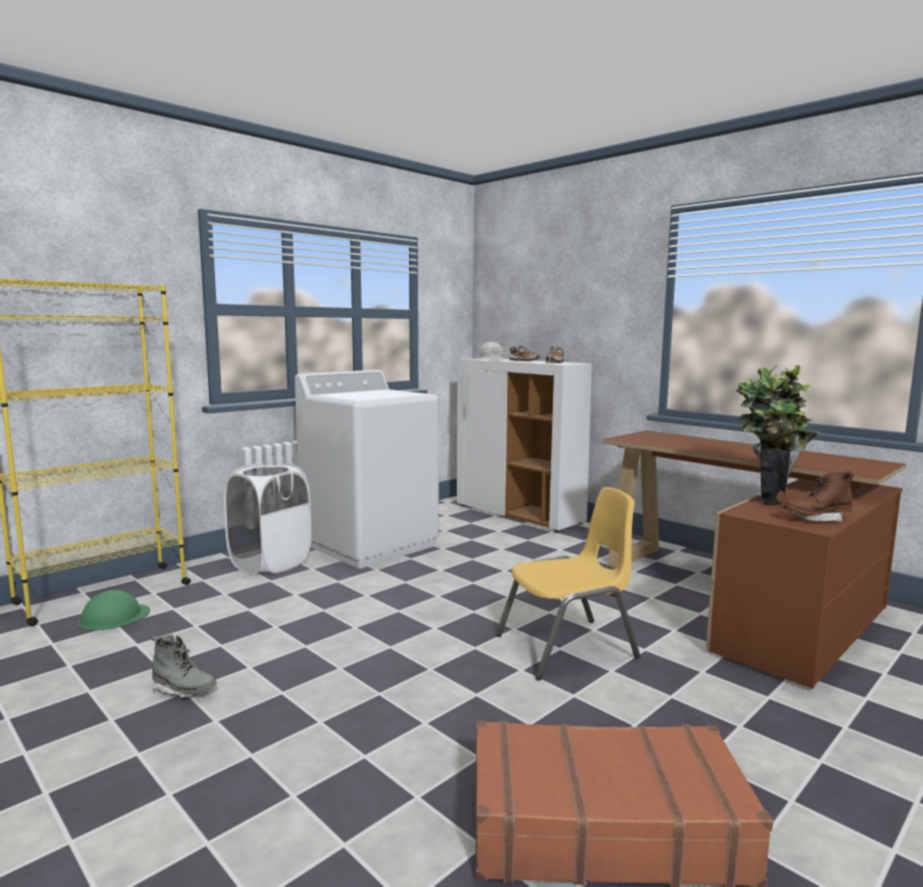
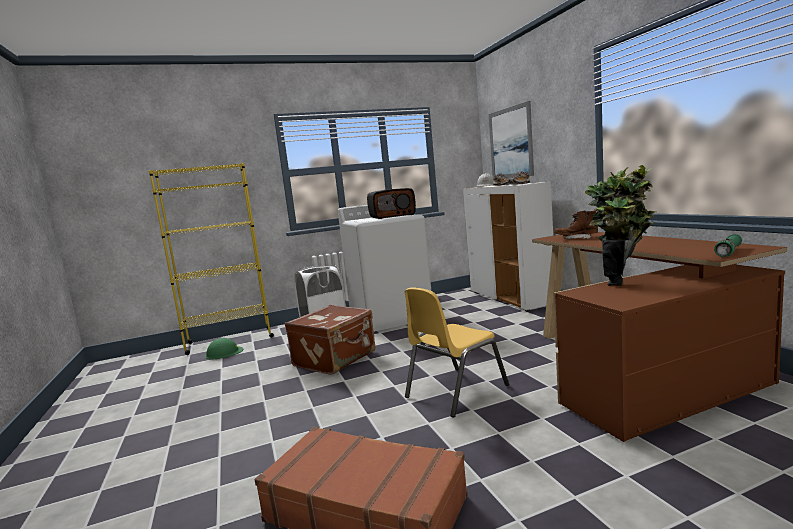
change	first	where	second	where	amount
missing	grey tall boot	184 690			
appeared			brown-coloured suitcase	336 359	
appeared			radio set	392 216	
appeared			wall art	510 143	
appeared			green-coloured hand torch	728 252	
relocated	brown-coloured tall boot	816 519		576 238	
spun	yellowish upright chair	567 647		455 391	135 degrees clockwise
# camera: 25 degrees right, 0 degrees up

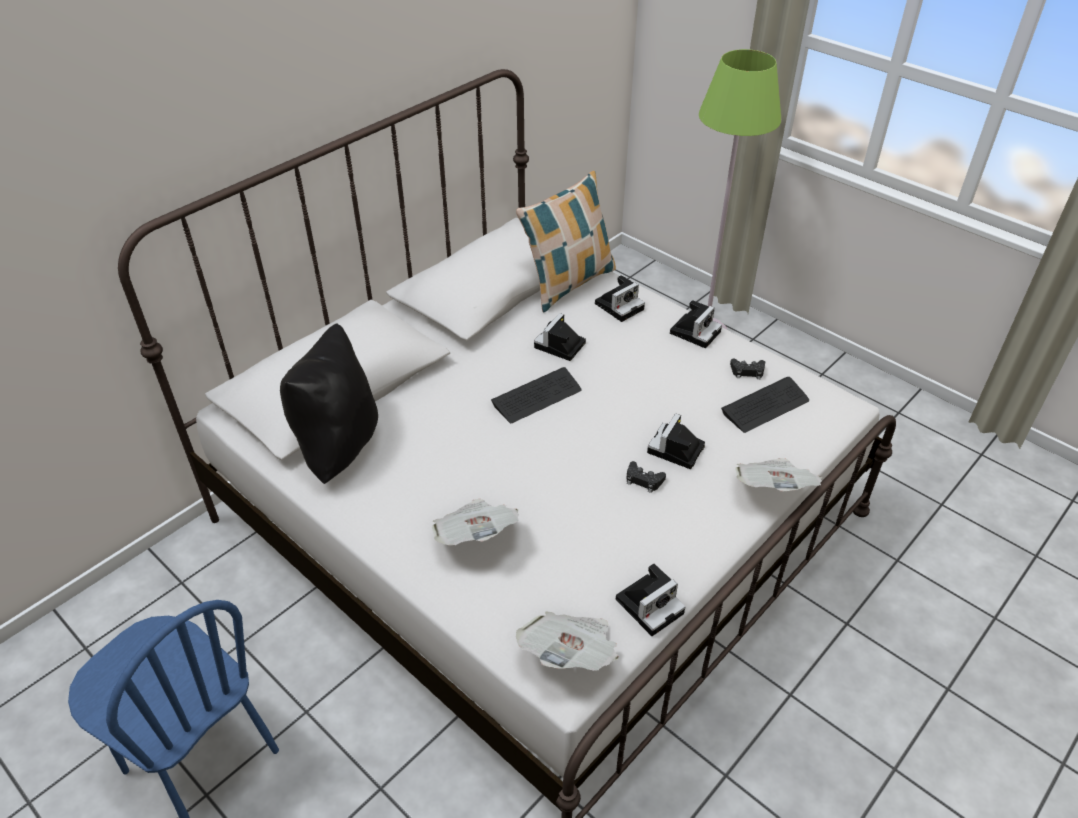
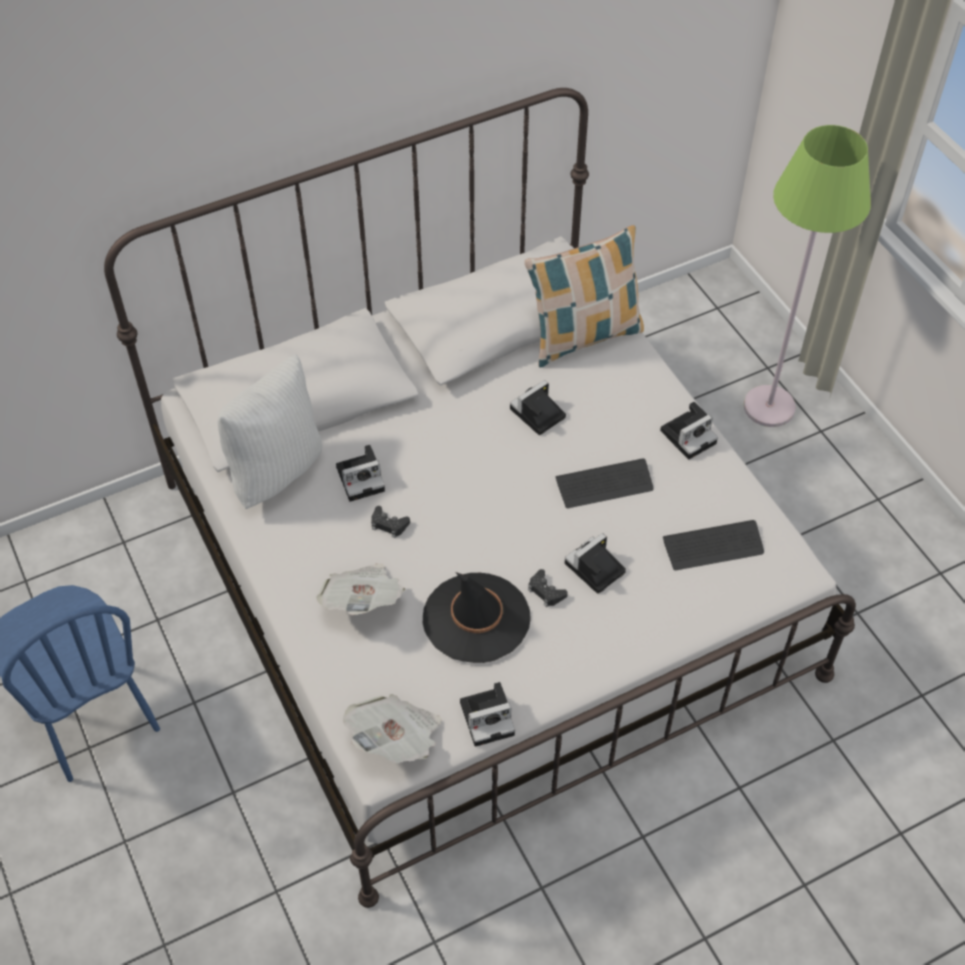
change	first	where	second	where	amount
missing	printed paper	773 489			
appeared			black hat	476 618	
relocated	keyboard	537 397		604 485	
relocated	still camera	620 305		362 477	
relocated	black joypad	747 371		389 524	
colour	black pillow	338 447	white-coloured pillow	276 469	
# camera: 20 degrees right, 10 degrees up

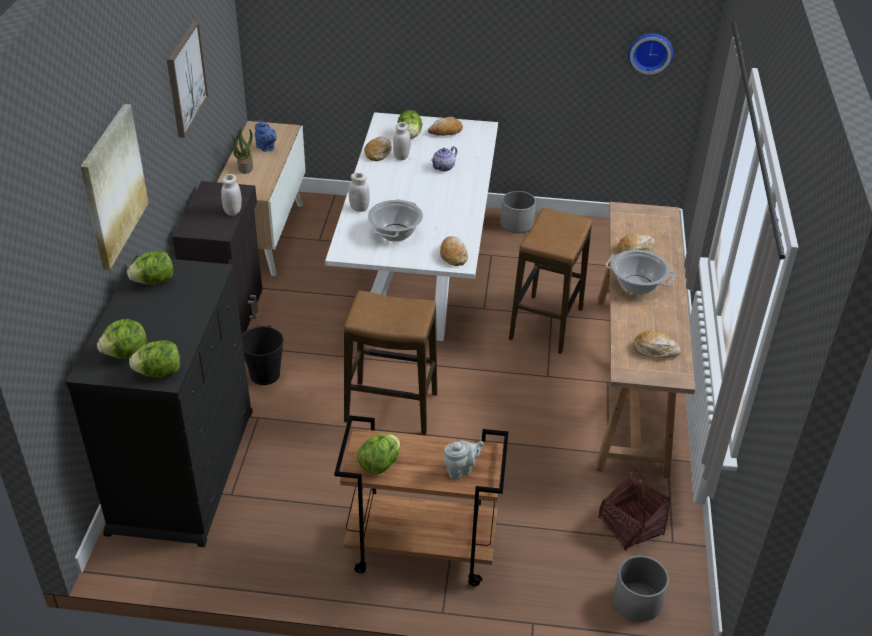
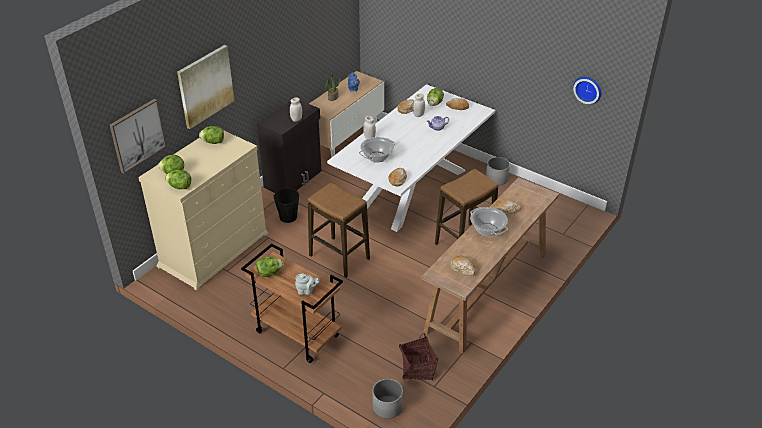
change	first	where	second	where	amount
relocated	wall art	185 78		137 135	
colour	black drawer chest	183 469	beige-coloured drawer chest	214 249	
# camera: 30 degrees right, 0 degrees up

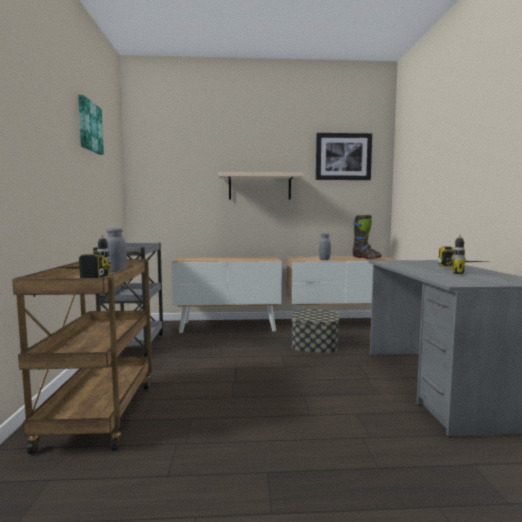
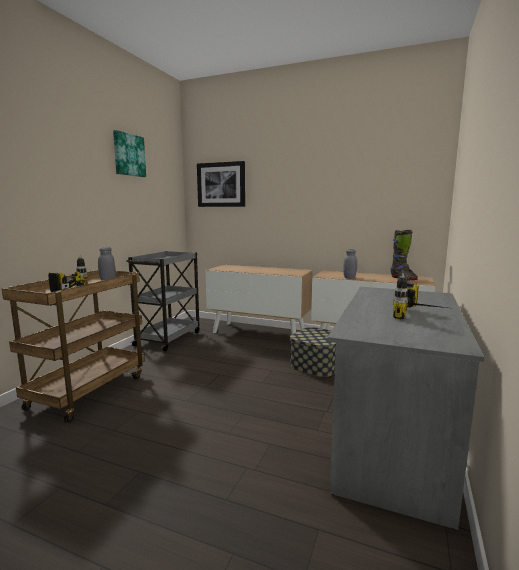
change	first	where	second	where	amount
missing	beige-coloured wall shelf	259 187			
relocated	wall art	343 157		221 184	
# camera: 25 degrees right, 5 degrees up

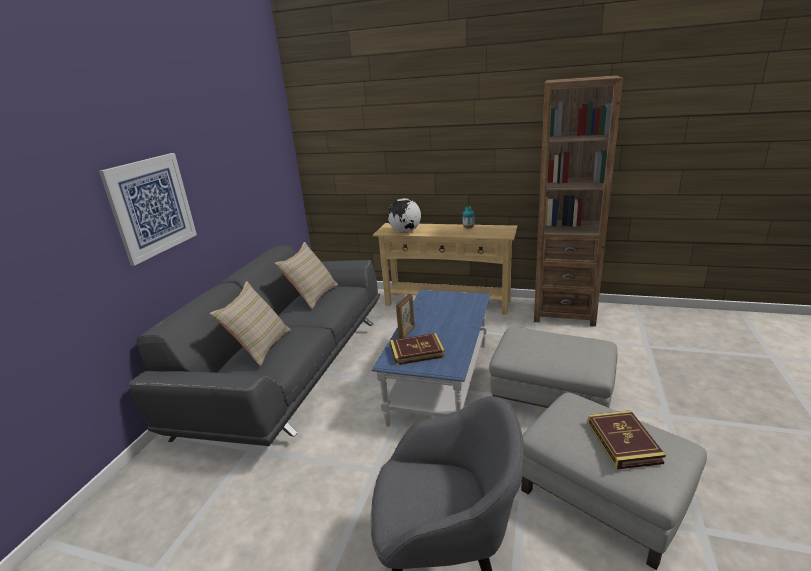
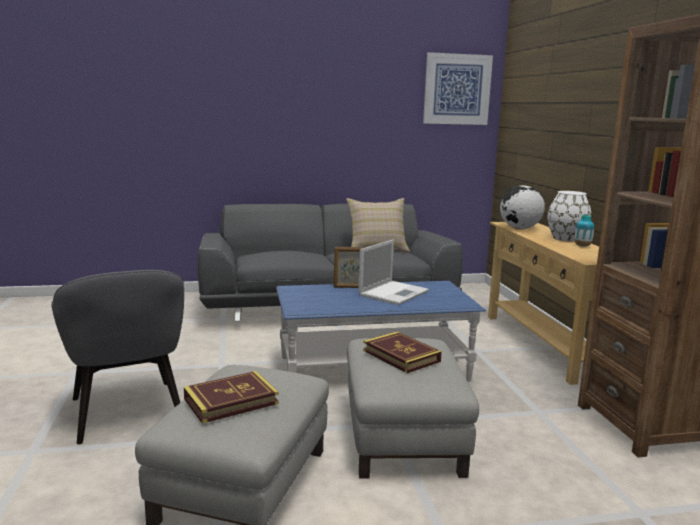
change	first	where	second	where	amount
missing	beige-coloured pillow	259 346			
appeared			portable computer	394 293	
appeared			white-coloured flower vase	566 238	
relocated	wall art	151 206		457 89	
relocated	book	417 352		401 356	
# camera: 60 degrees right, 10 degrees down

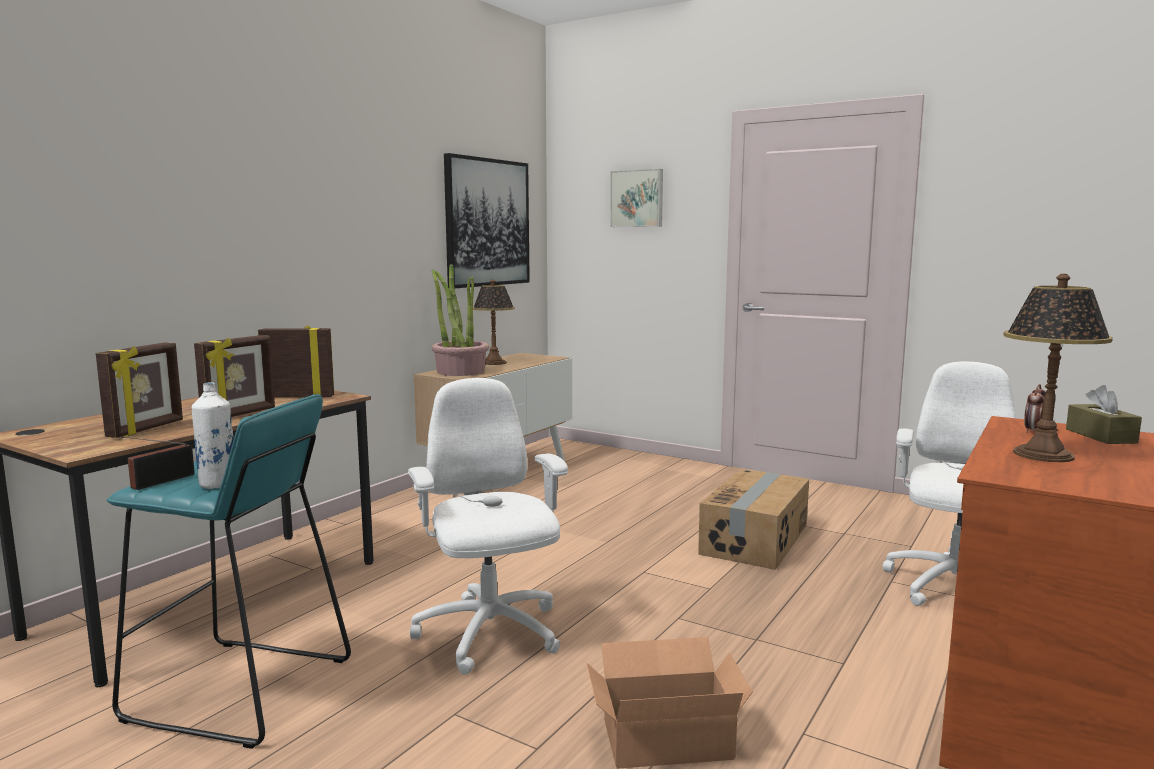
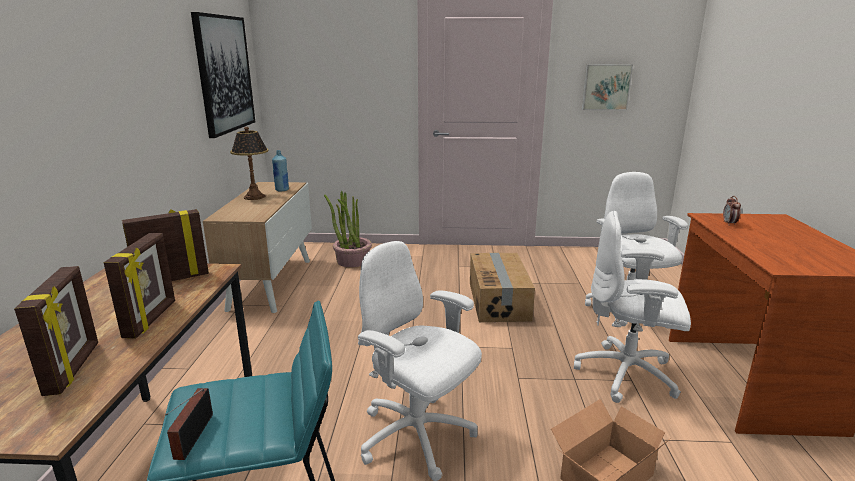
change	first	where	second	where	amount
missing	white-coloured drink bottle	218 484			
missing	lamp for a table	1044 455			
missing	brown-coloured box of tissues	1100 436			
appeared			blue-coloured drink bottle	282 190	
appeared			white-coloured office chair	627 375	
relocated	houseplant	460 371		352 260	
relocated	wall art	637 198		606 87	
# camera: 30 degrees left, 10 degrees up

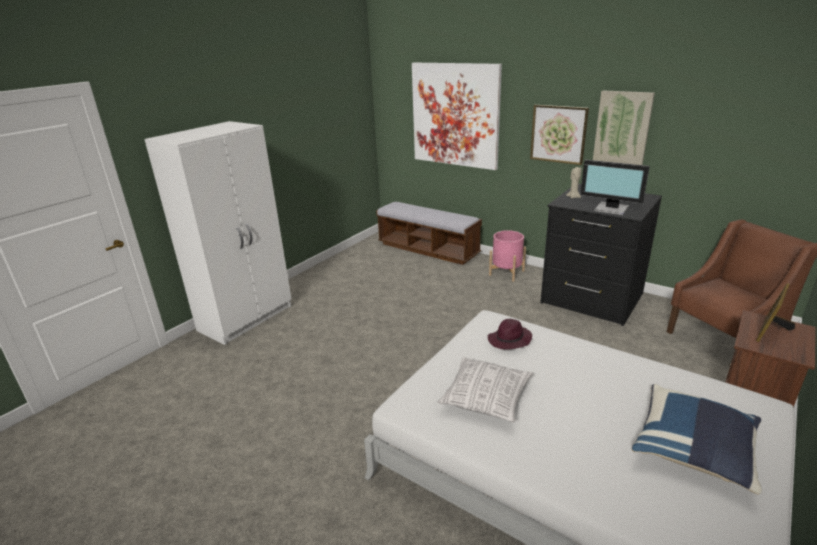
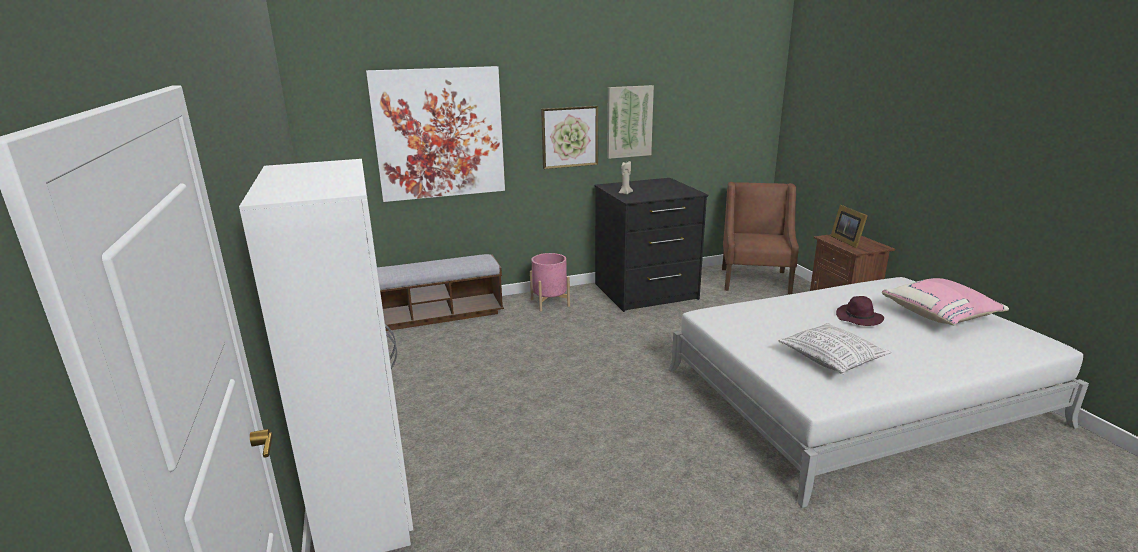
change	first	where	second	where	amount
missing	computer screen	611 209			
relocated	purplish hat	509 340		859 318	
colour	blue-coloured pillow	694 451	pink pillow	940 316	
# camera: 55 degrees left, 5 degrees down

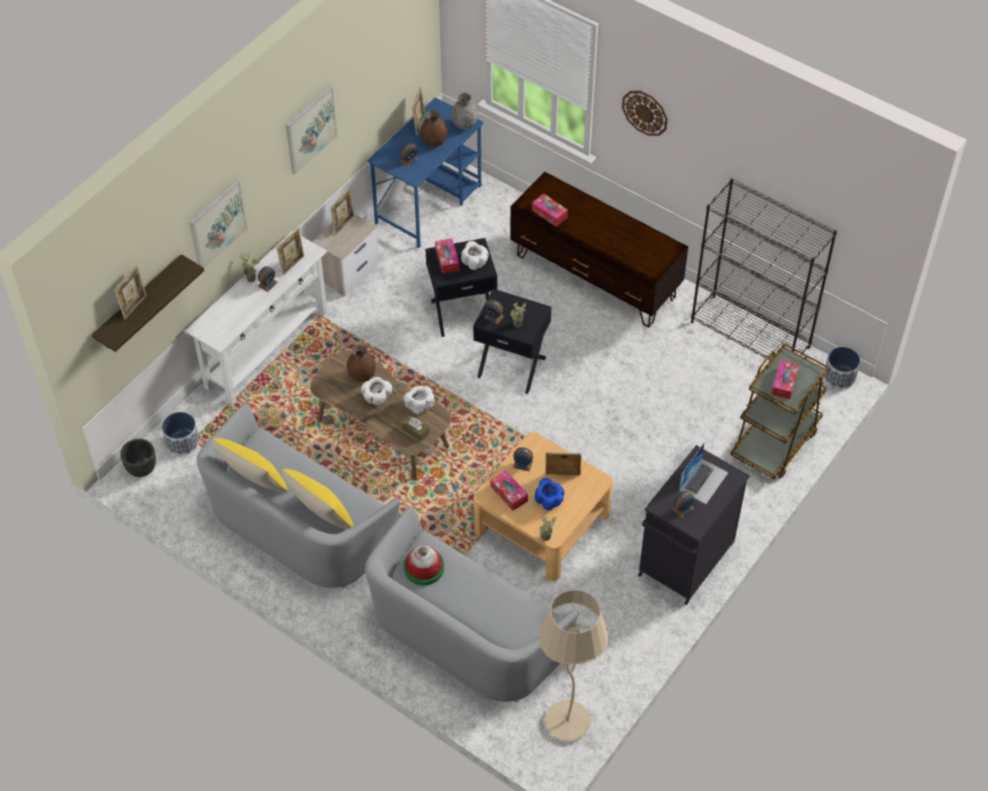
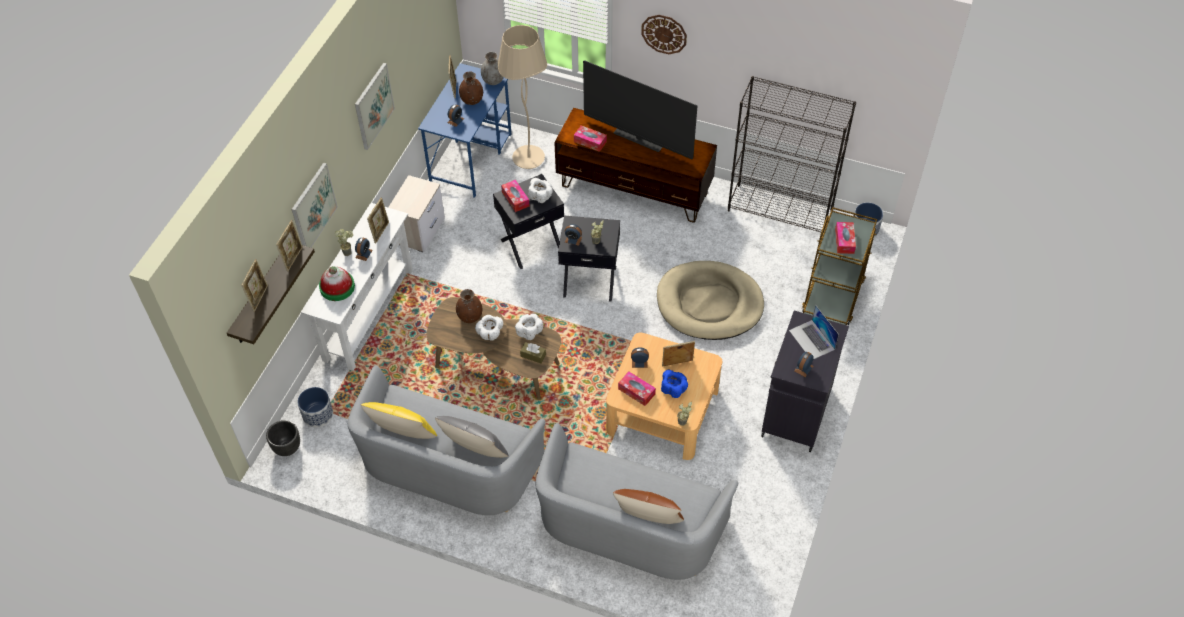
change	first	where	second	where	amount
appeared			television	638 140	
appeared			brown-coloured pillow	648 520	
appeared			beige-coloured dog cushion	709 303	
relocated	standing frame	343 224		293 258	
relocated	hat	424 568		337 287	
relocated	beige-coloured standard lamp	567 722		528 159	
colour	yellowish pillow	321 516	grey pillow	475 451	
spun	portable computer	703 481		812 340	135 degrees clockwise
# camera: 15 degrees left, 0 degrees up

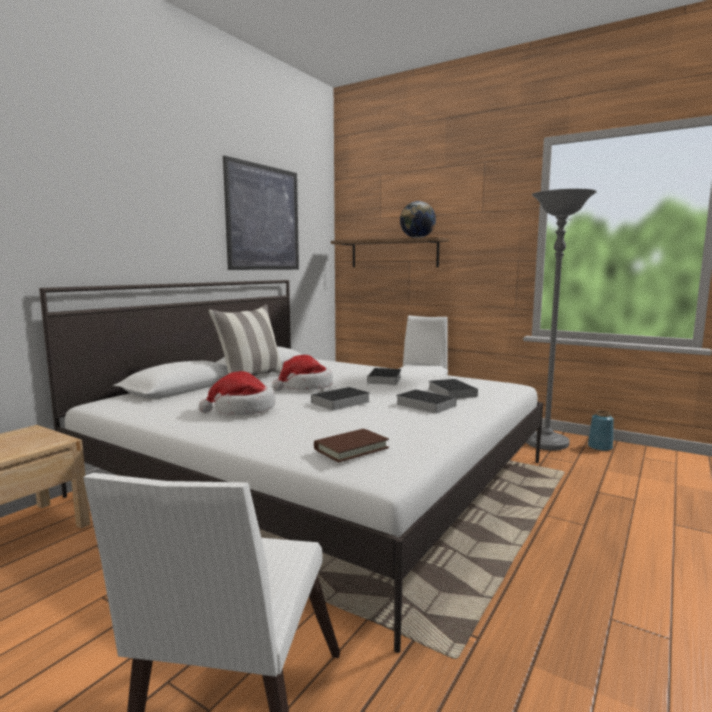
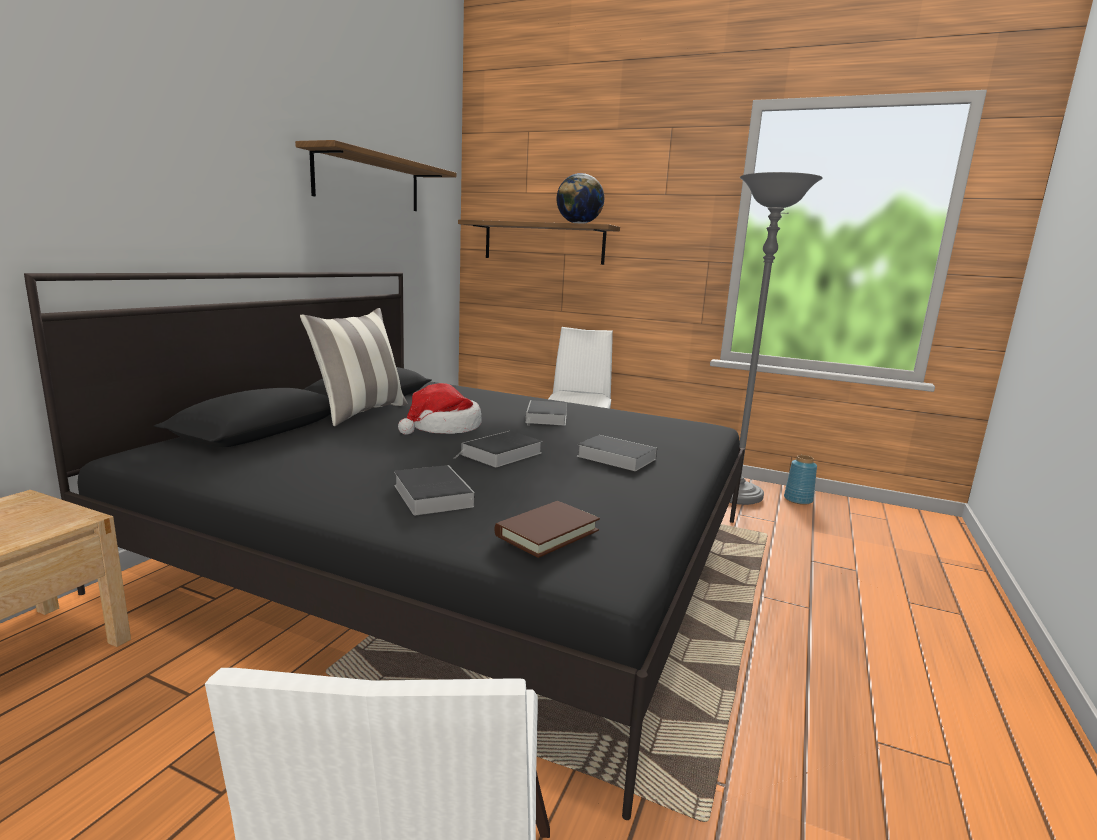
change	first	where	second	where	amount
missing	hat	242 409			
relocated	book	450 392		431 494	
exchanged	wall art	263 218	wall shelf	369 181	
colour	white-coloured sleeping bed	319 478	black sleeping bed	462 551	
# camera: 10 degrees left, 5 degrees up

